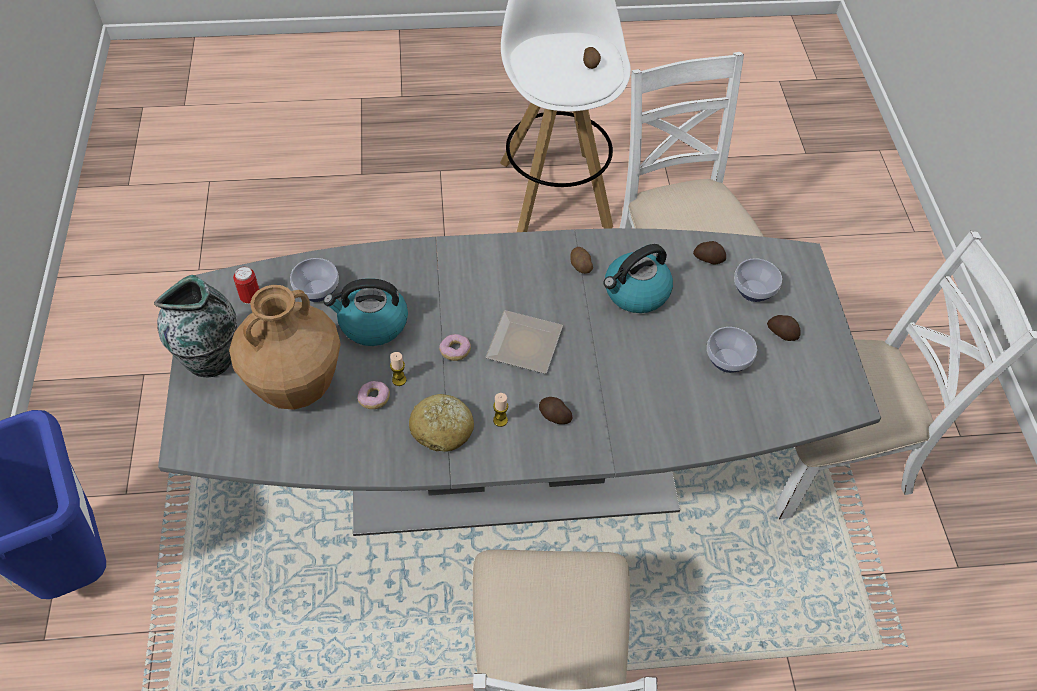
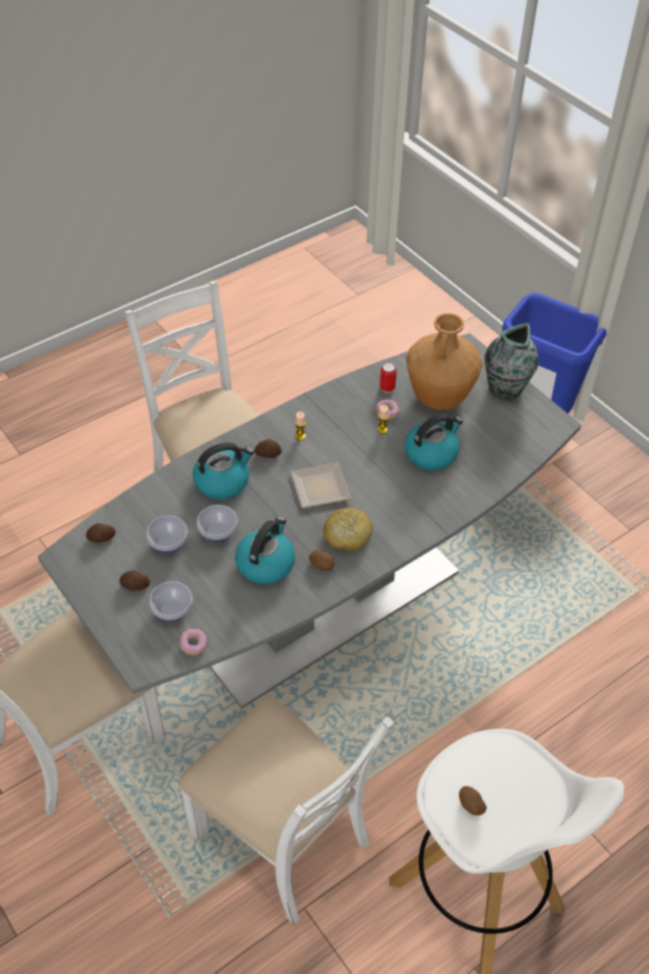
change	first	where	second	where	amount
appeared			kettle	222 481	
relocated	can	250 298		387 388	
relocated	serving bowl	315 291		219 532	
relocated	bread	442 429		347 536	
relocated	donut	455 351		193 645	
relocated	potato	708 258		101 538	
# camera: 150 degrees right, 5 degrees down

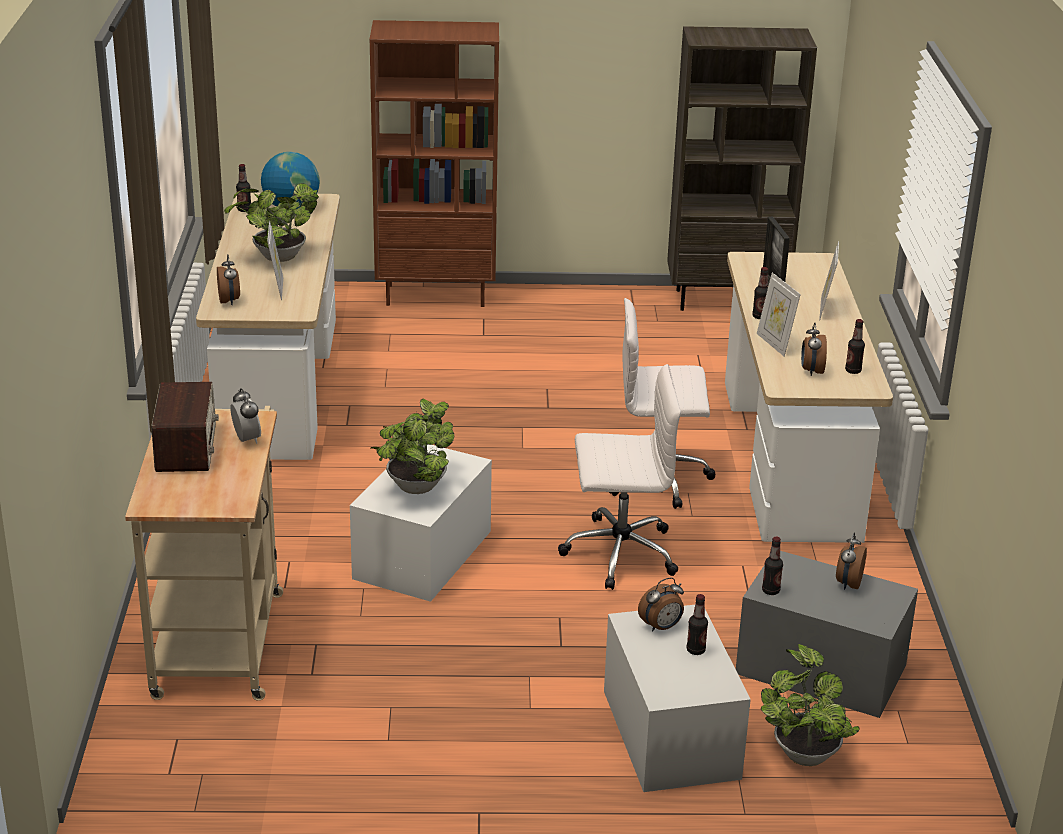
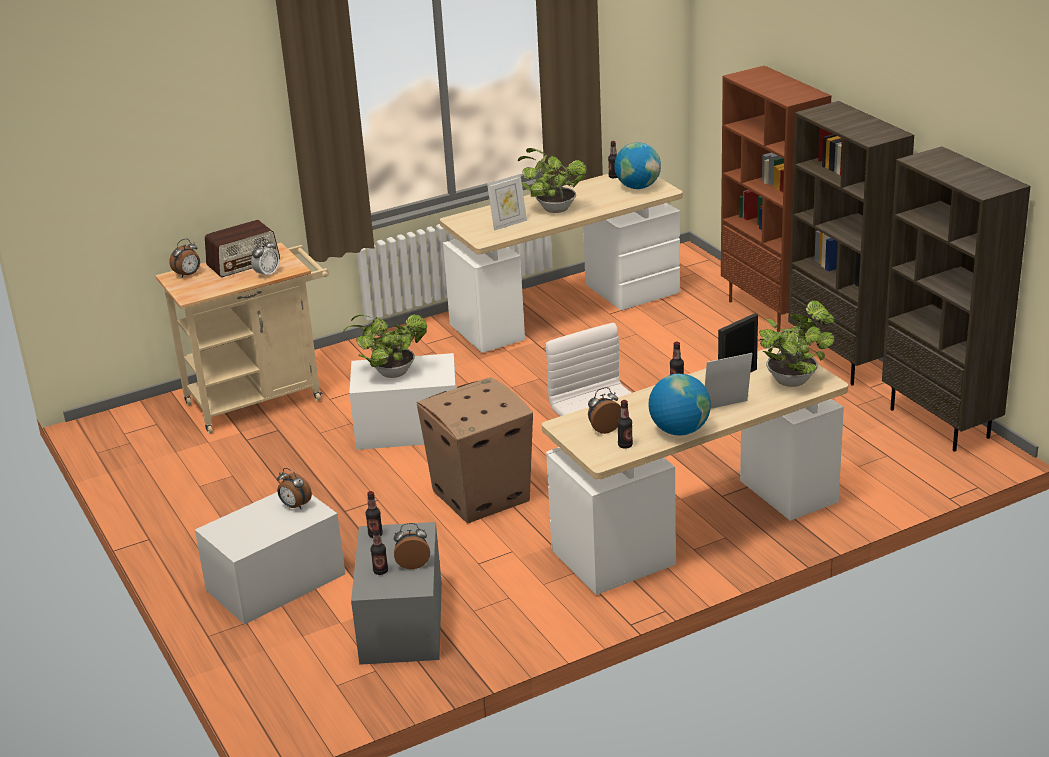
change	first	where	second	where	amount
missing	standing frame	775 344			
appeared			globe	679 430	
appeared			brown-coloured shelving unit	842 361	
relocated	alarm clock	229 301		188 275	
relocated	drink bottle	695 650		380 571	
relocated	houseplant	804 751		794 379	
exchanged	white-coloured office chair	618 553	carton	479 496	
# camera: 65 degrees right, 0 degrees up

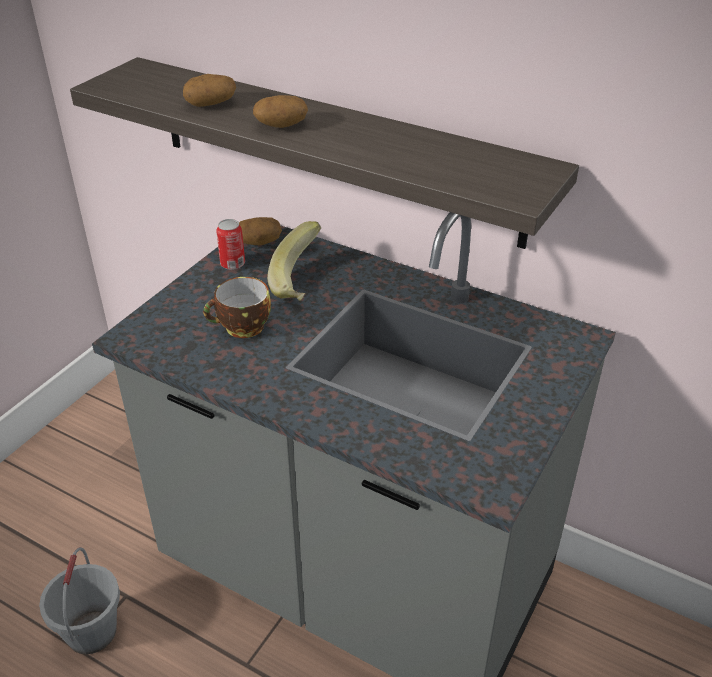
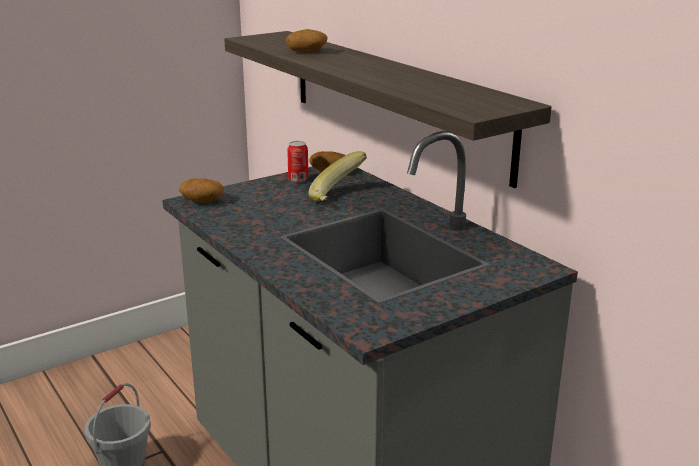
change	first	where	second	where	amount
missing	cup	242 328			
relocated	potato	281 125		202 201	
# camera: 25 degrees right, 15 degrees down

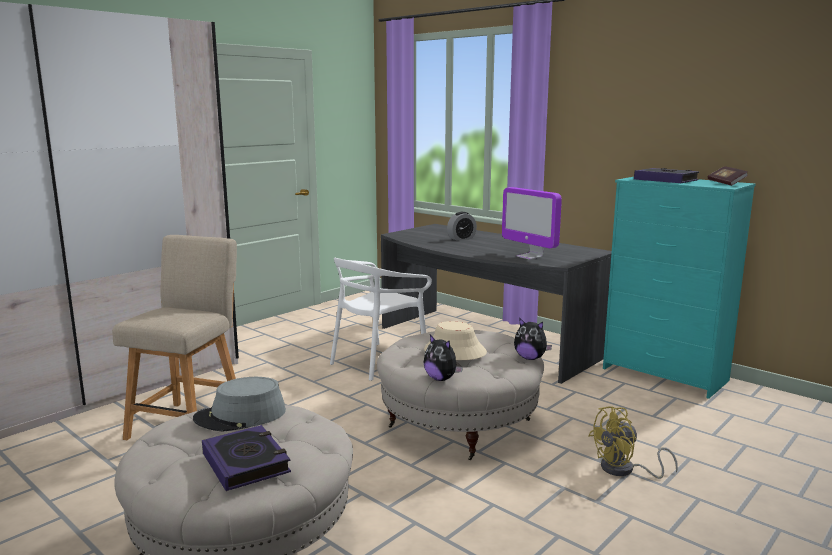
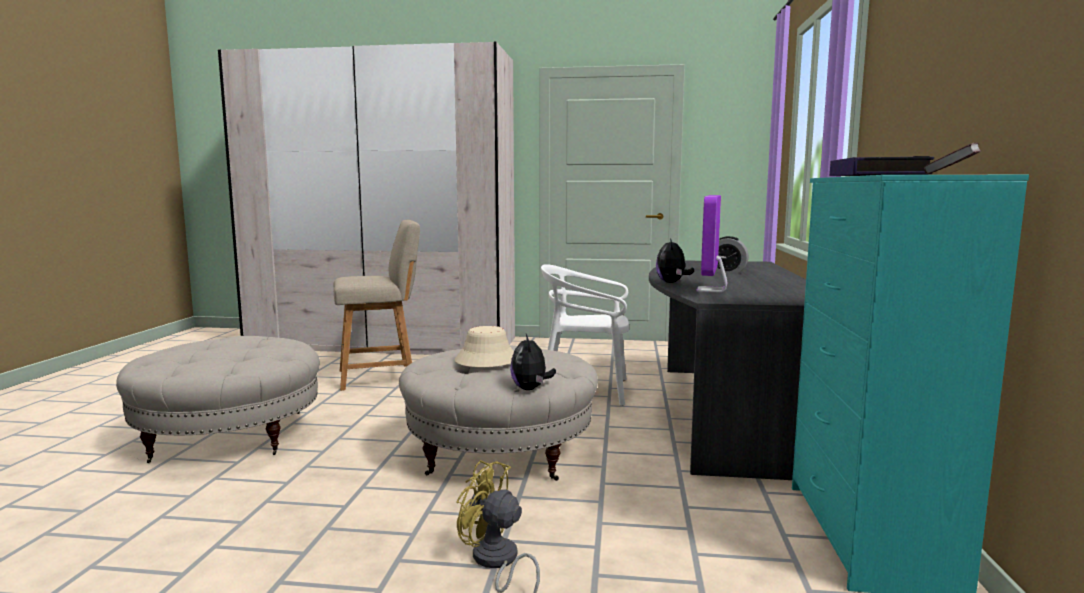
change	first	where	second	where	amount
missing	grey hat	240 416			
missing	book	246 463			
relocated	soft toy	441 379		672 283	
# camera: 55 degrees right, 5 degrees down

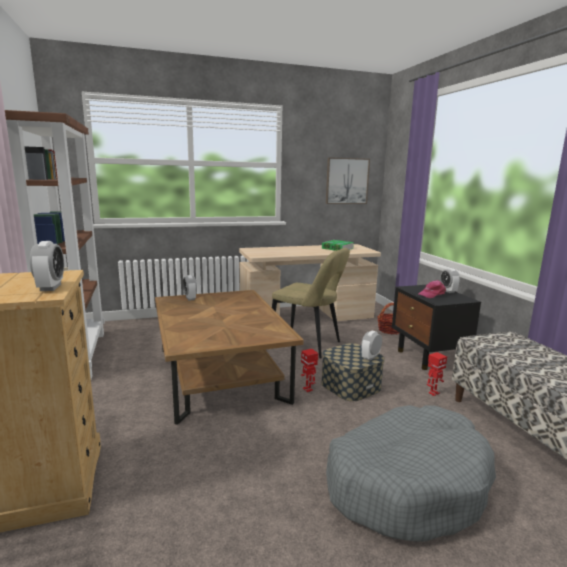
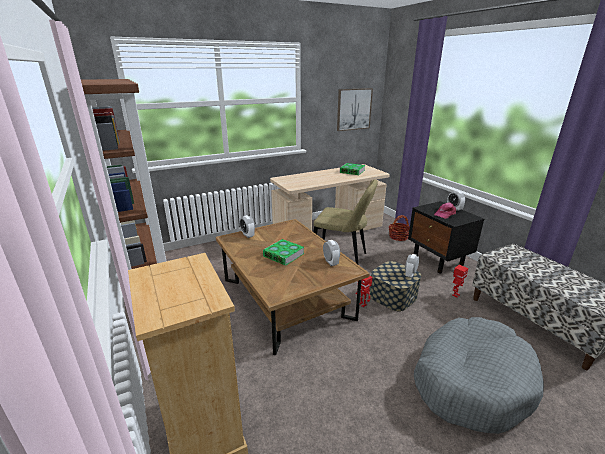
change	first	where	second	where	amount
appeared			book	283 255	
relocated	alarm clock	50 287		330 262	
# camera: 10 degrees left, 10 degrees up

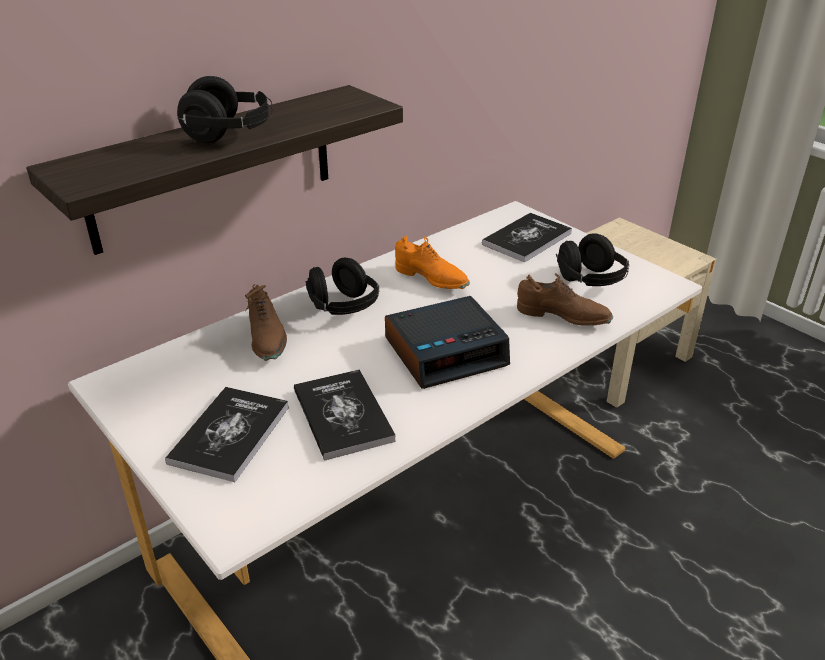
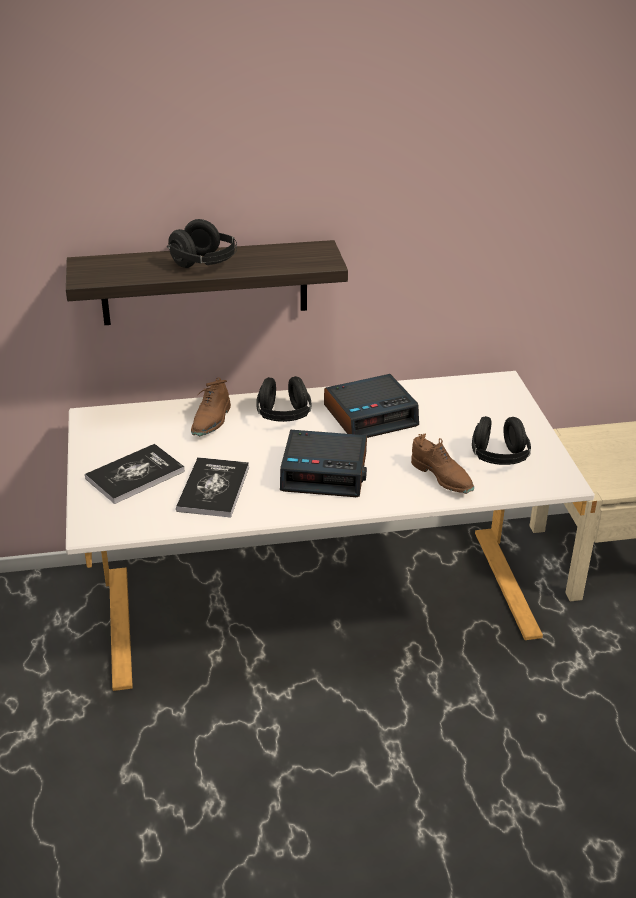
change	first	where	second	where	amount
missing	book	527 239			
exchanged	orange-coloured low shoe	431 279	alarm clock	371 415	
# camera: 30 degrees right, 0 degrees up

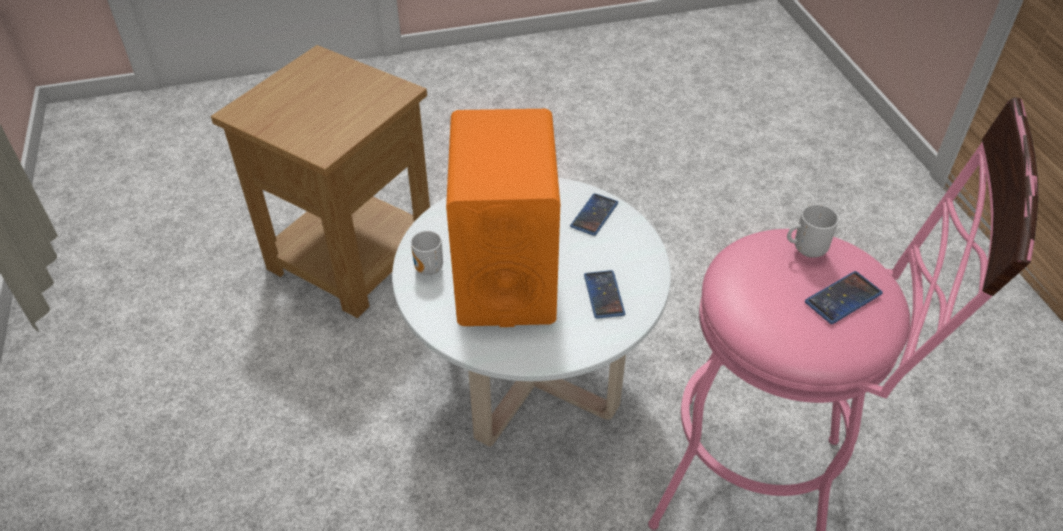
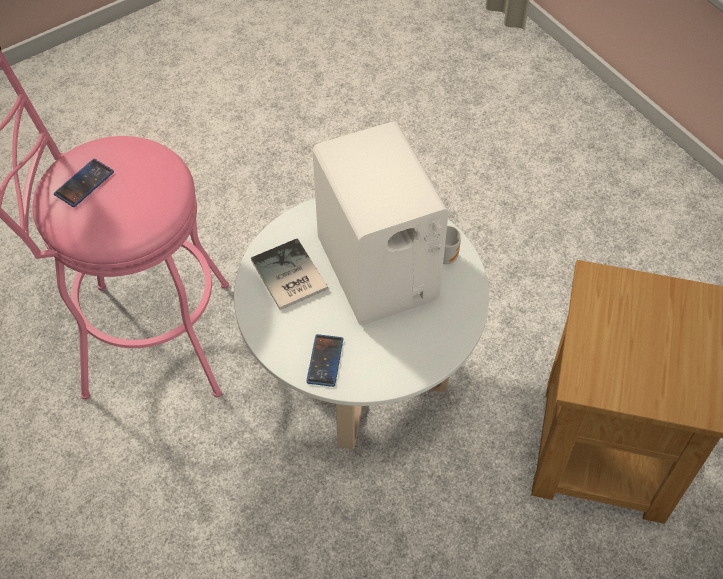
change	first	where	second	where	amount
missing	mug	806 250			
exchanged	handset	604 295	book	288 277	
colour	orange-coloured speaker	505 276	white-coloured speaker	377 270	
# camera: 160 degrees right, 10 degrees up

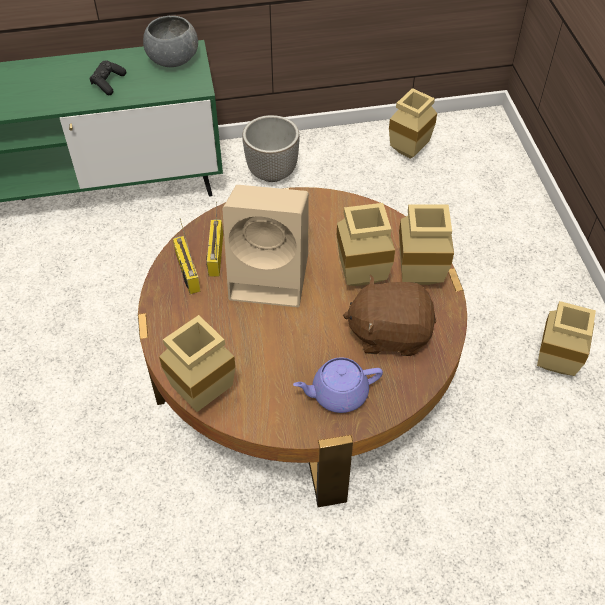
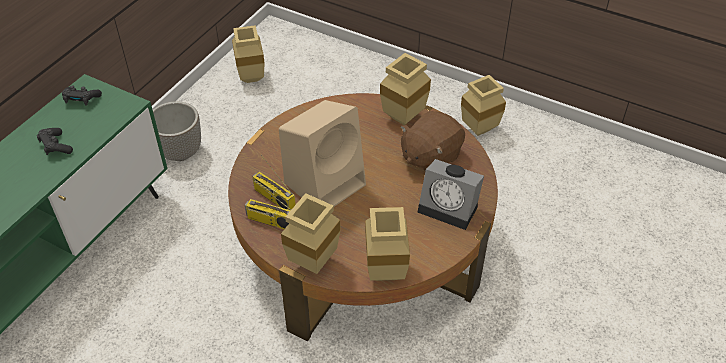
change	first	where	second	where	amount
relocated	beige-coloured flower vase	364 276		313 260	
exchanged	grey serving bowl	173 59	black joypad	81 100	
exchanged	purplish teapot	338 394	alarm clock	450 208	
# camera: 50 degrees left, 5 degrees down

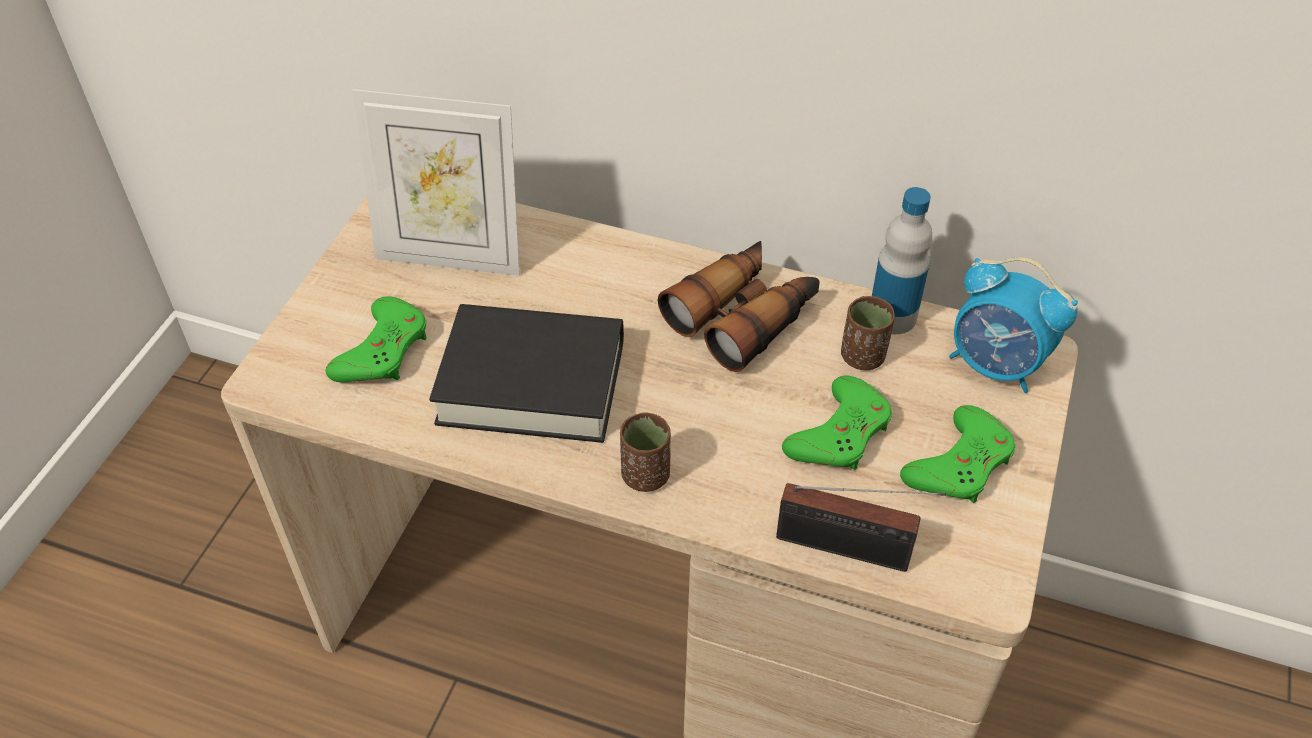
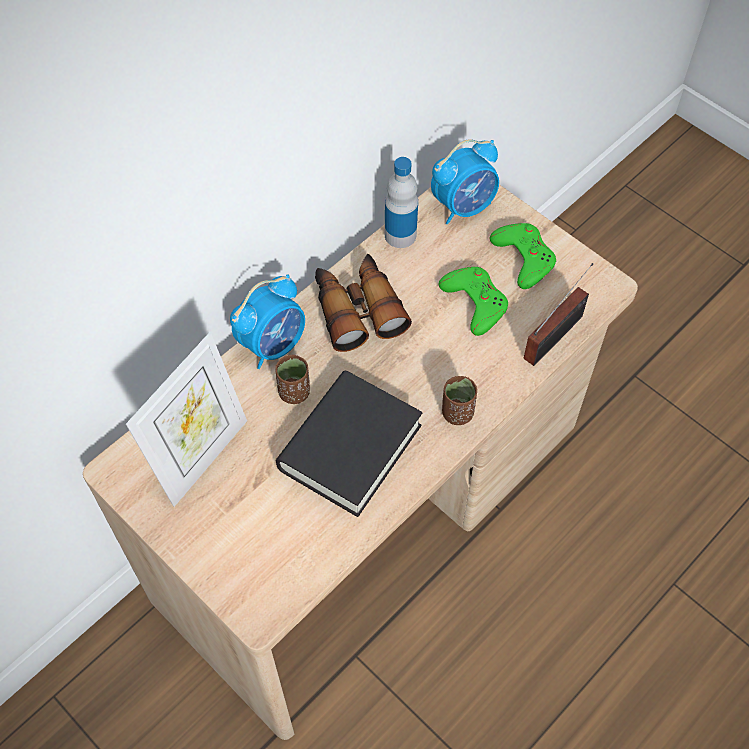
change	first	where	second	where	amount
missing	green-coloured joypad	383 350			
appeared			alarm clock	273 344	
relocated	brown-coloured cup	862 357		294 392	
# camera: 65 degrees left, 10 degrees up

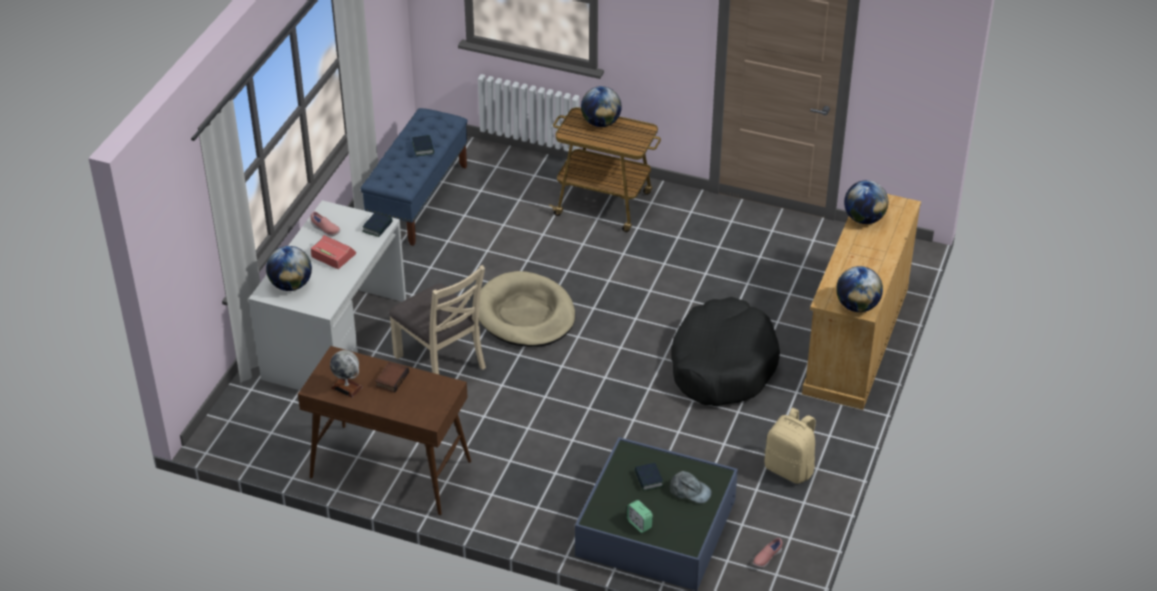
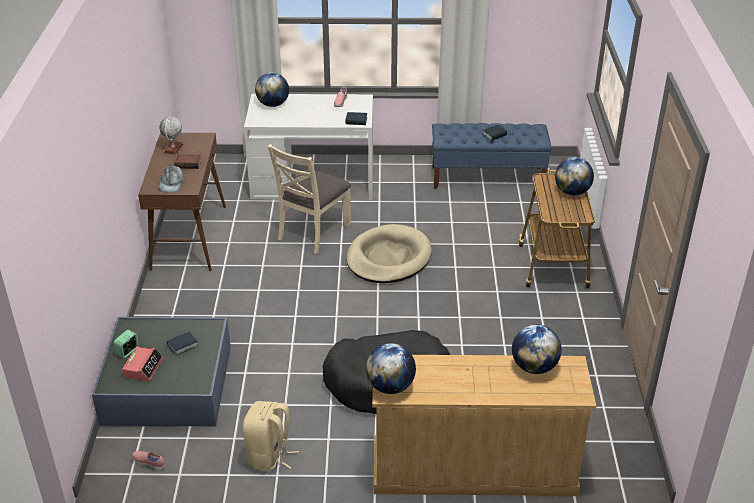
change	first	where	second	where	amount
relocated	alarm clock	333 255		143 367	
relocated	grey baseball cap	690 491		171 183	
# camera: 70 degrees right, 5 degrees down

